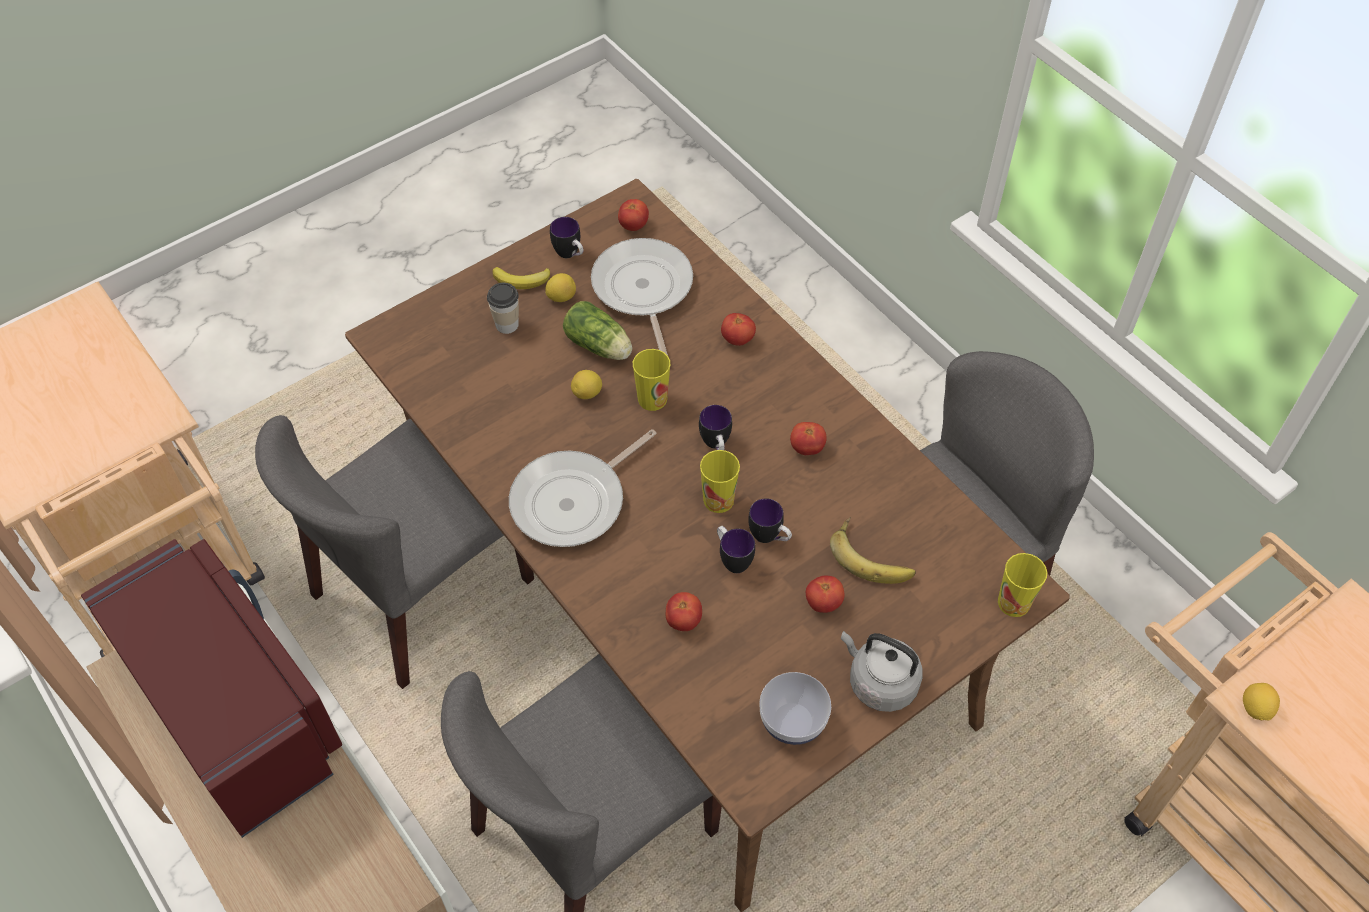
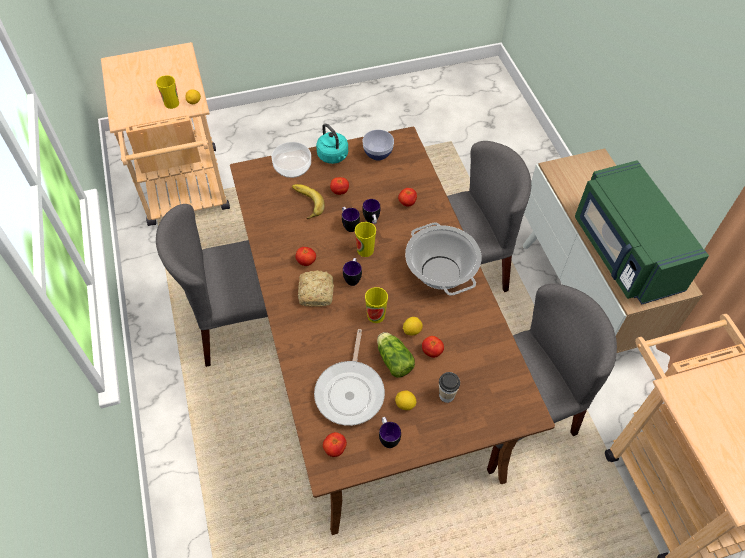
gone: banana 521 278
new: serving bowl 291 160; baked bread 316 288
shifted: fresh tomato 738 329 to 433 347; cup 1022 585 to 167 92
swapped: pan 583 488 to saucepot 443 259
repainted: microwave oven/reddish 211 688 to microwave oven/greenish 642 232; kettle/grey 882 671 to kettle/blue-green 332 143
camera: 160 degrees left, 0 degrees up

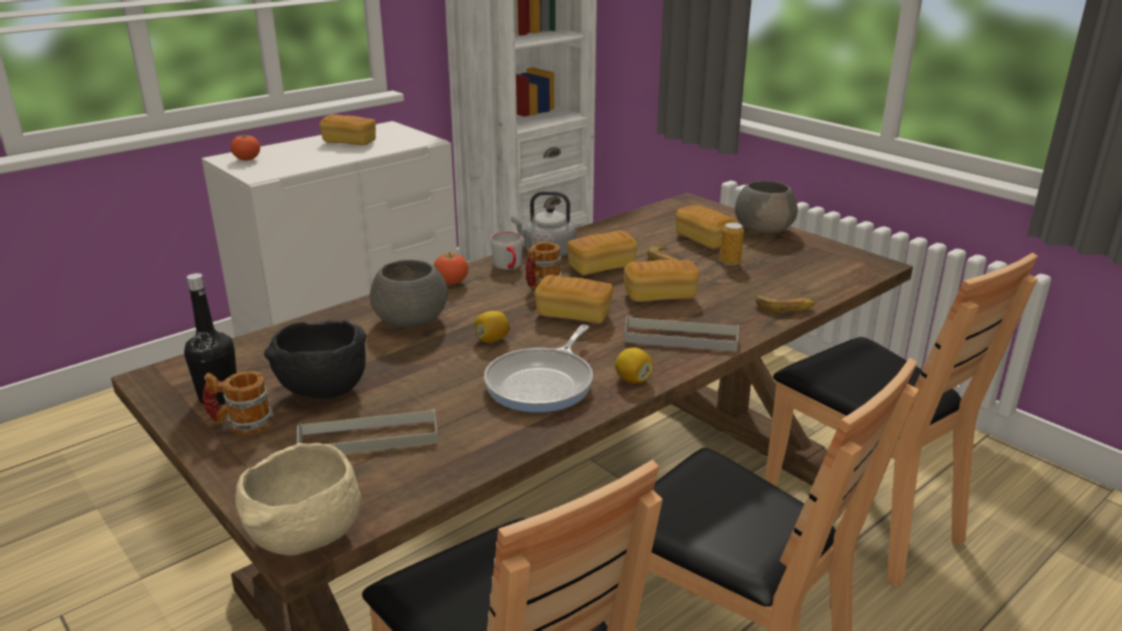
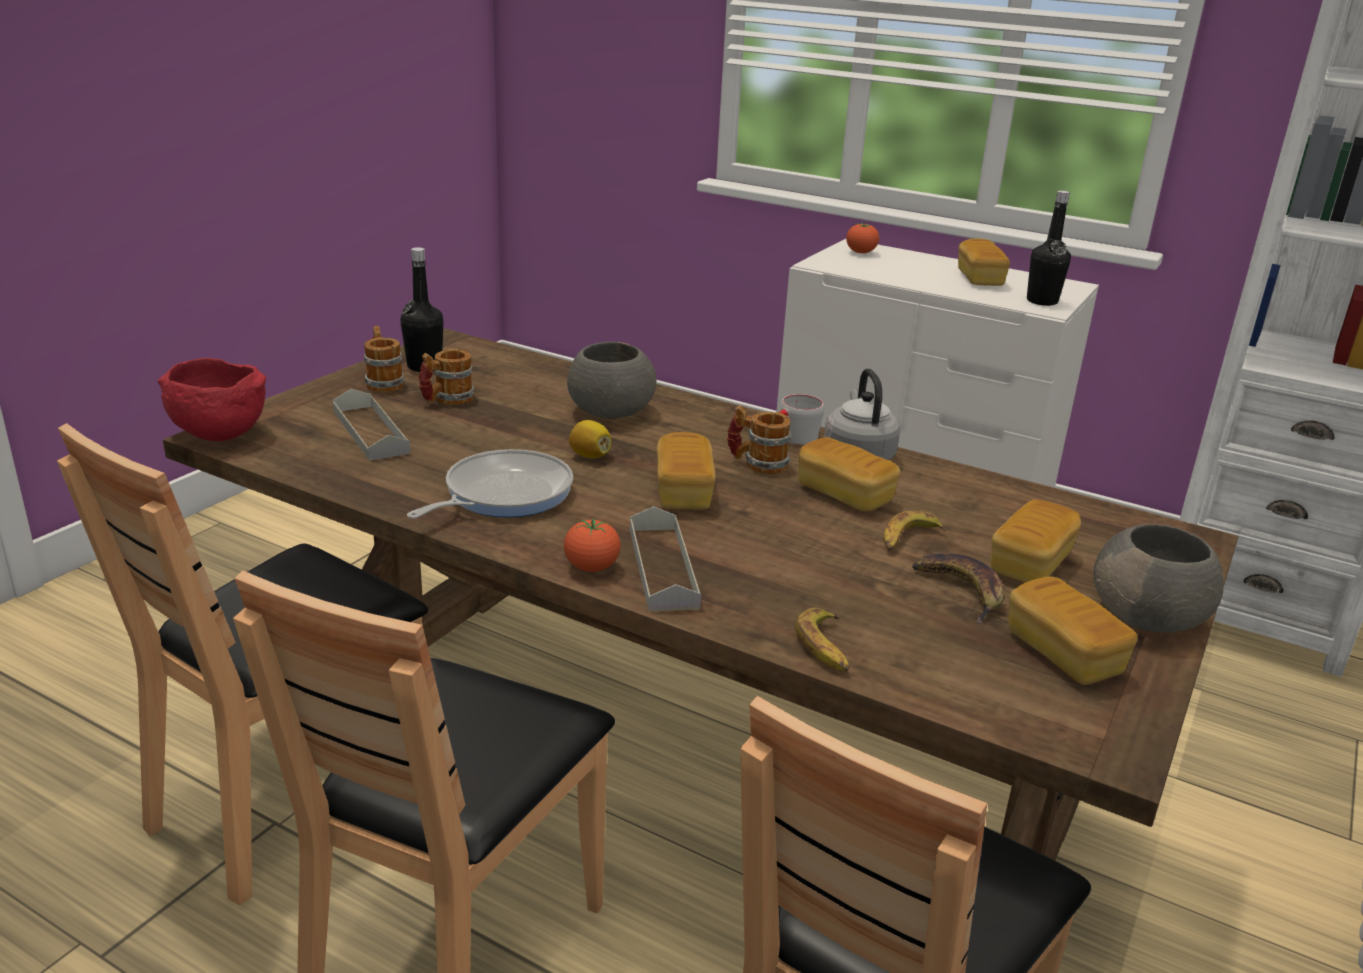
gone: lemon 634 366
new: bottle/black-coloured 1049 248
shifted: fresh tomato 451 268 to 592 545; baked bread 661 281 to 1072 631
swapped: sealed can 732 244 to banana 958 588; serving bowl/black-coloured 315 359 to coffee mug 446 377
repainted: serving bowl/beige 298 499 to serving bowl/reddish 212 399
rotated: pan 538 369 = 490 484 120 degrees clockwise
camera: 70 degrees right, 0 degrees up

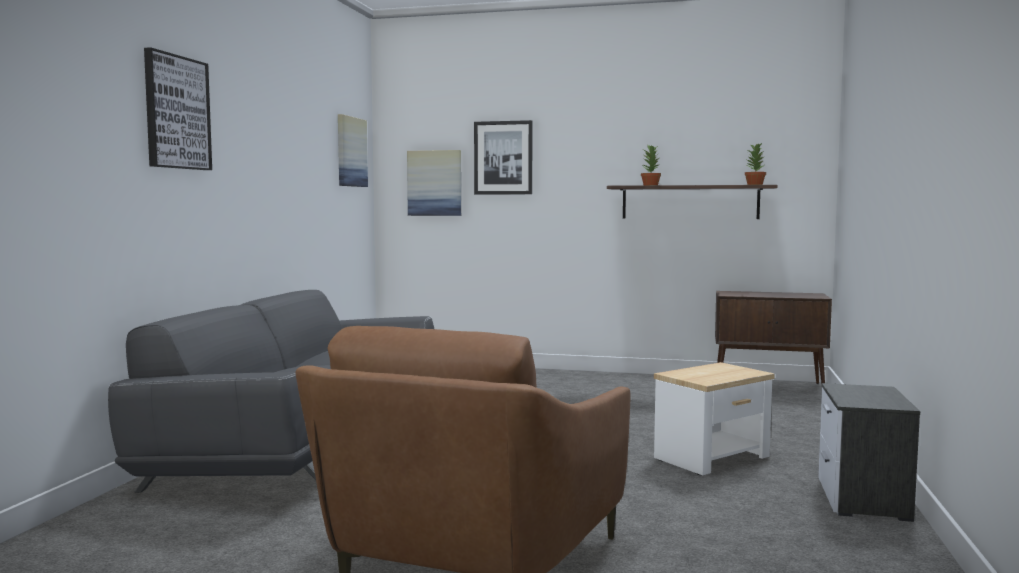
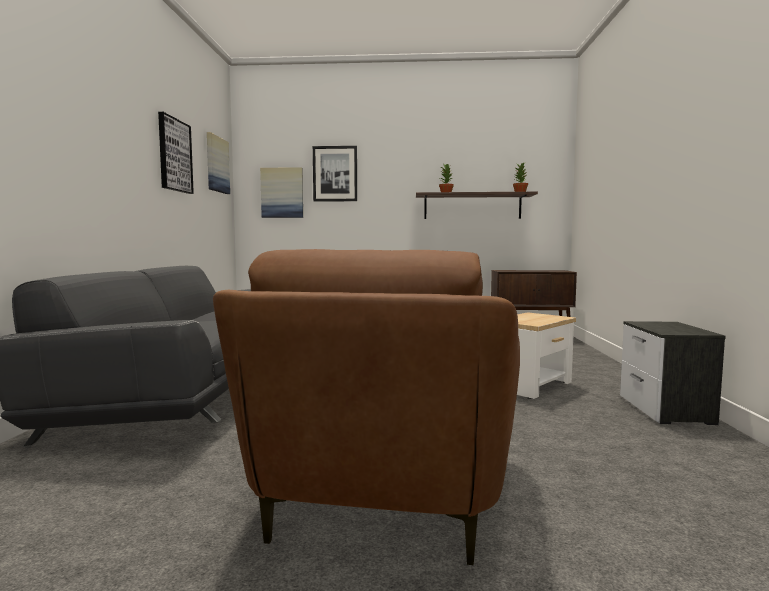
shifted: wall picture 178 108 to 176 153
camera: 10 degrees left, 0 degrees up

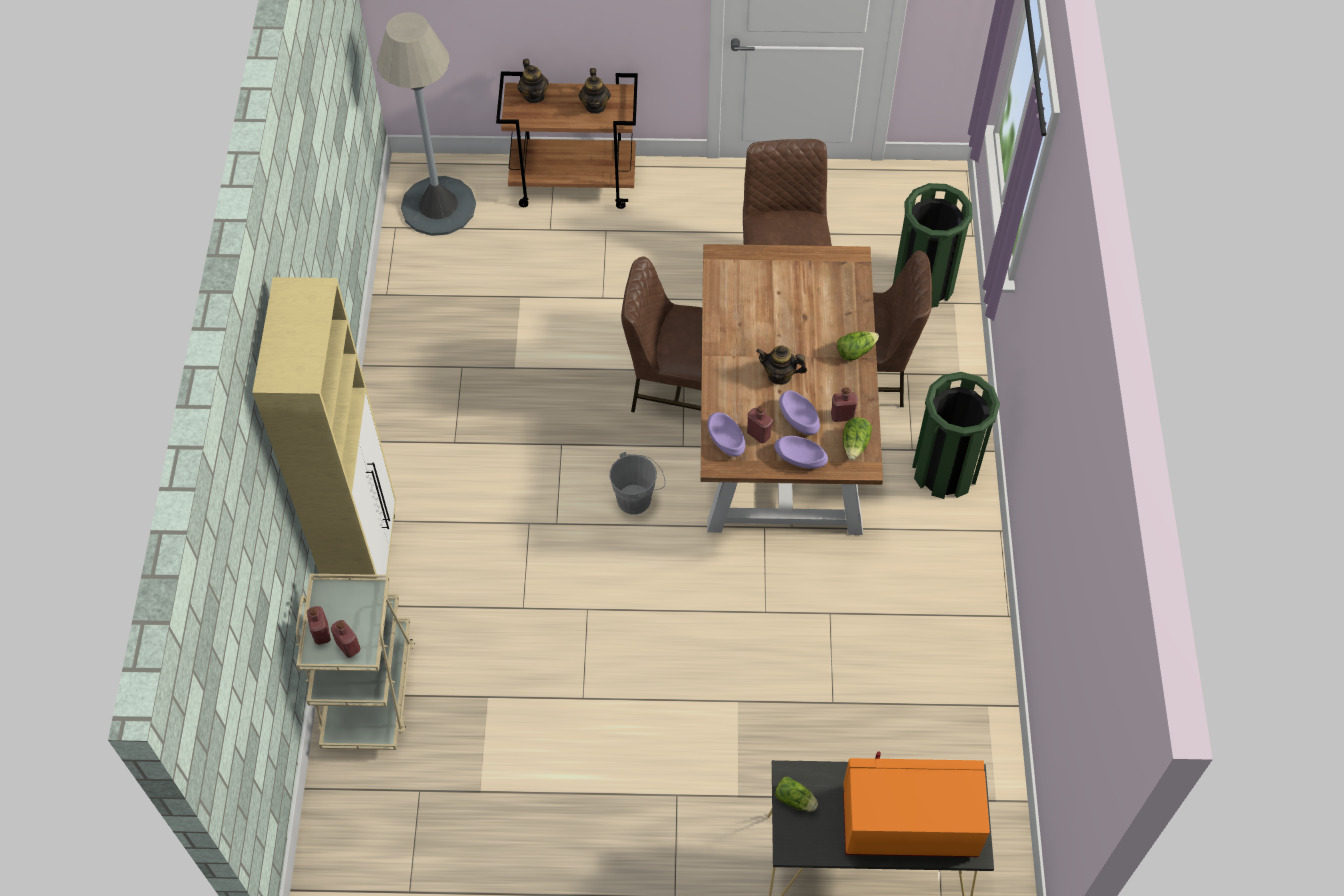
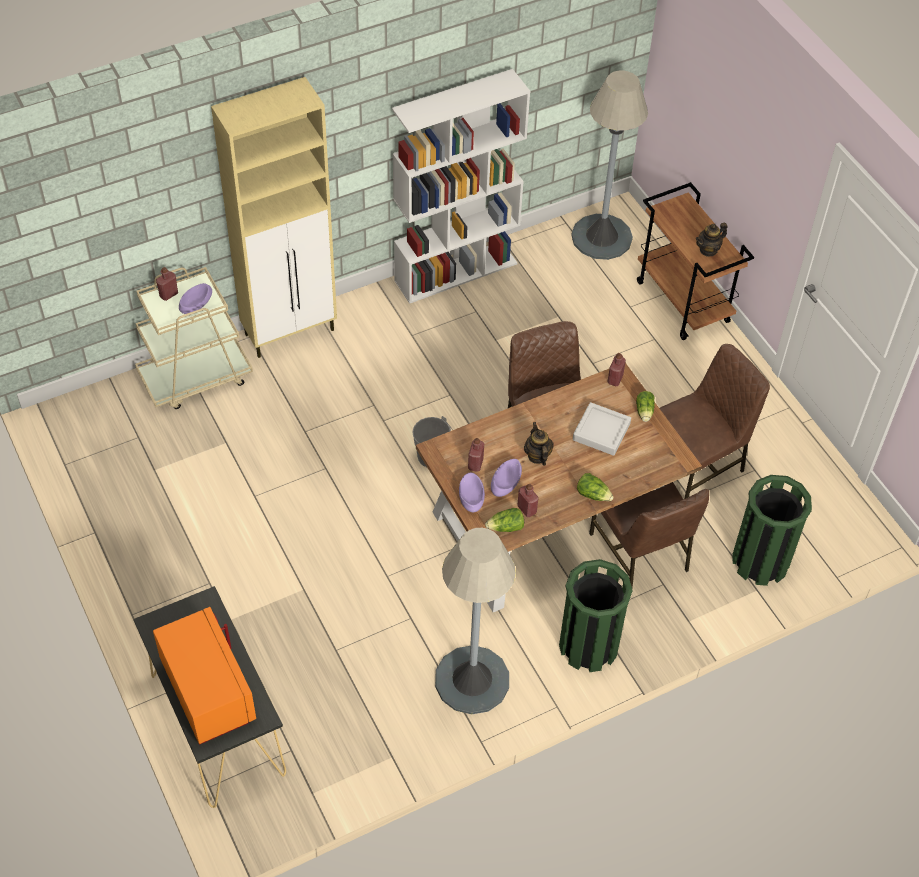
gone: teapot 533 81
new: bookshelf/white 461 186; tray/grey 602 429; floor lamp/grey 475 621
shifted: serving bowl/purple-coloured 726 434 to 195 298; bottle/reddish 346 639 to 616 369; lettuce head 796 794 to 645 406
camera: 60 degrees right, 5 degrees down

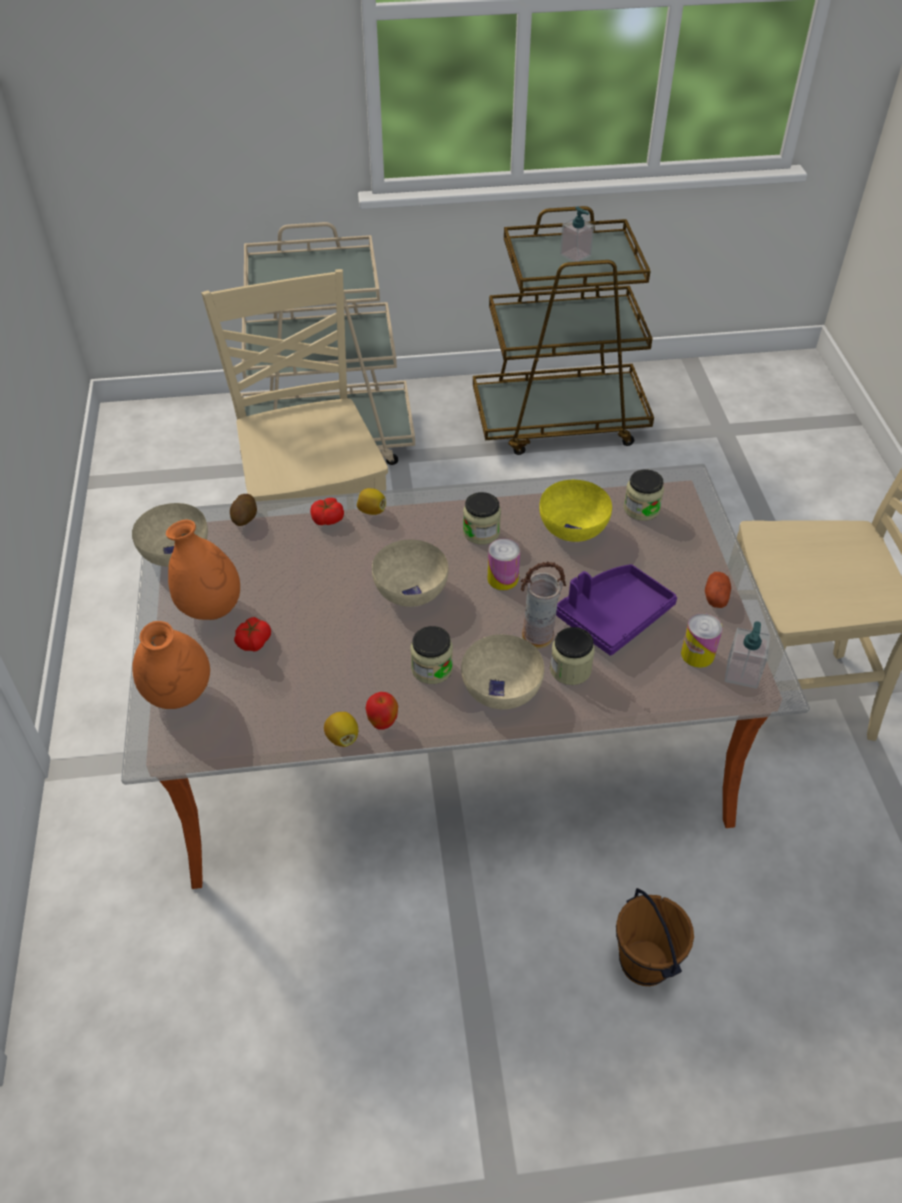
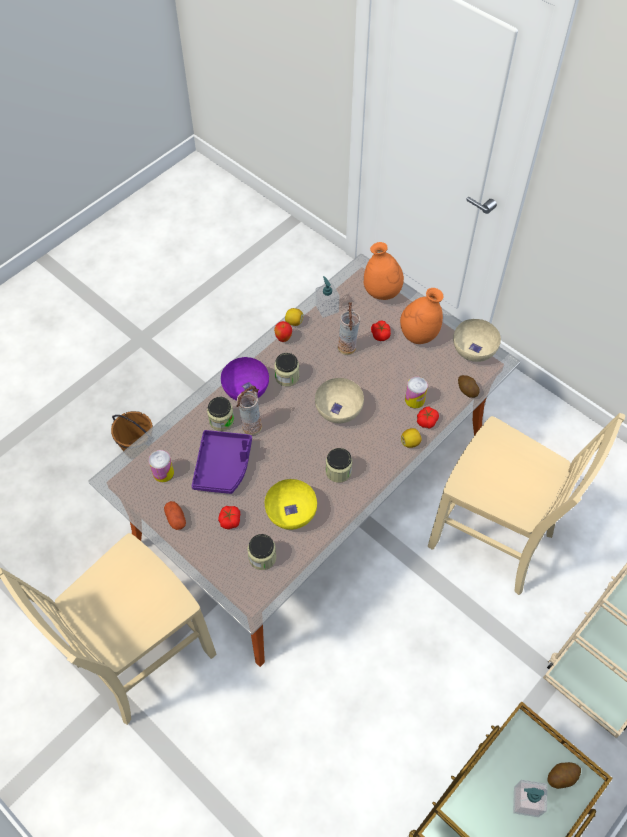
new: flower vase 348 328; fresh tomato 229 517; potato 564 775
shifted: sealed can 503 564 to 416 392; liquid soap bottle 747 655 to 327 297
repainted: serving bowl/beige 502 671 to serving bowl/purple-coloured 245 379
camera: 140 degrees right, 10 degrees up

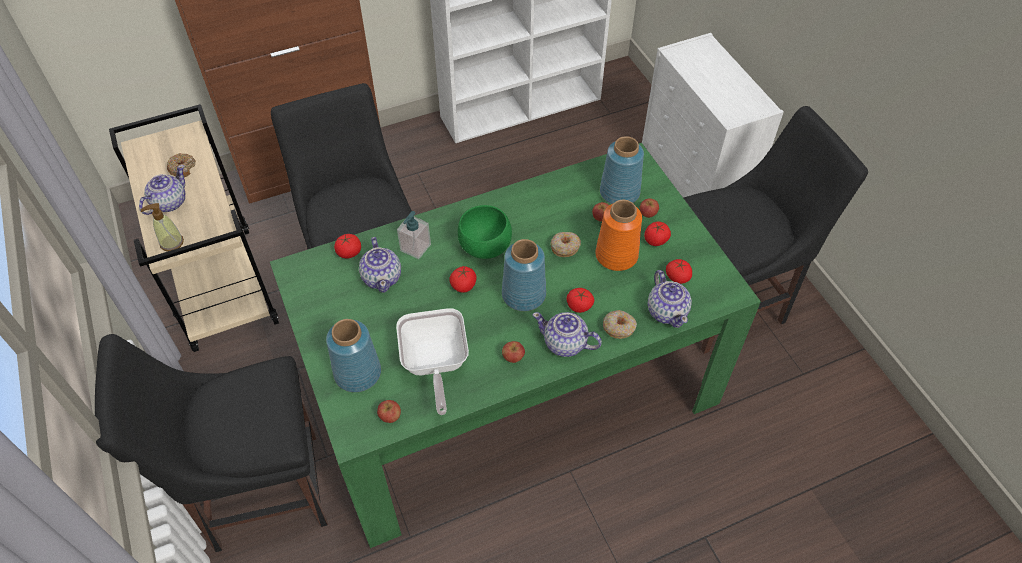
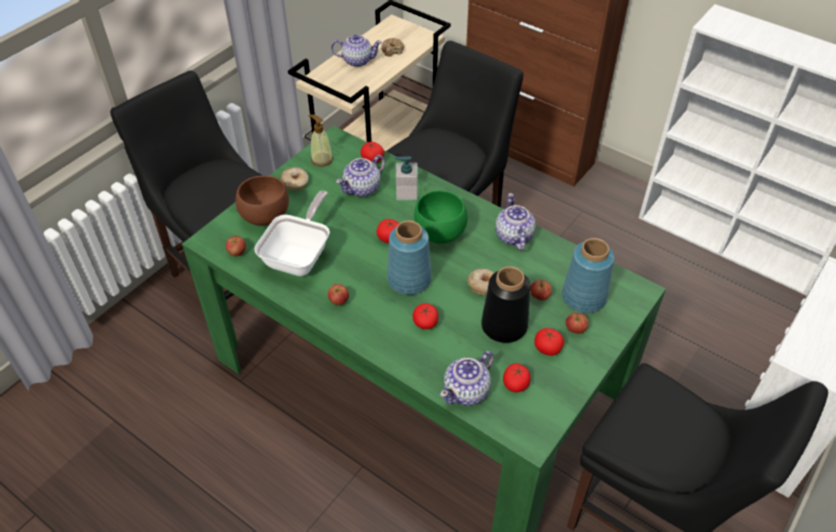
shifted: liquid soap bottle 162 227 to 320 140; ring doughnut 620 324 to 295 178; teapot 567 334 to 515 222
swapped: flower vase/bluish 353 355 to serving bowl/brown-coloured 262 201
repainted: flower vase/orange-coloured 618 235 to flower vase/black-coloured 506 304
rotated: pan 432 361 = 292 233 150 degrees clockwise
camera: 60 degrees right, 5 degrees down

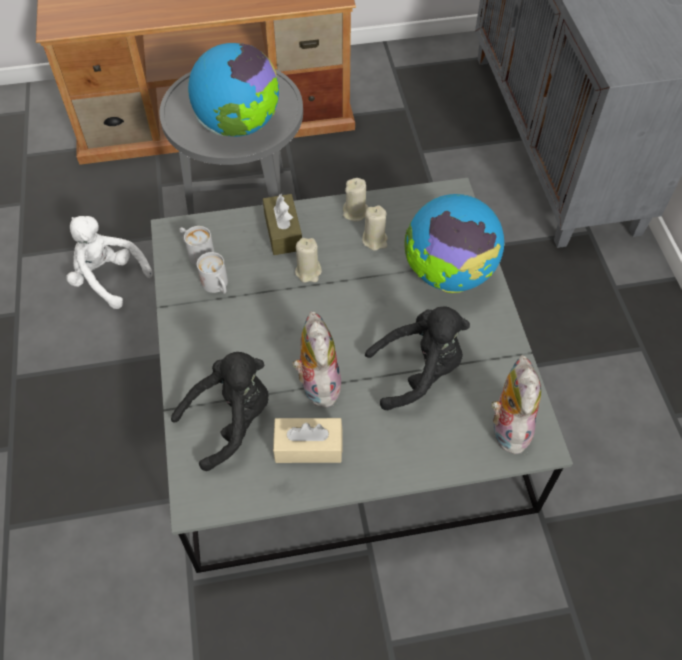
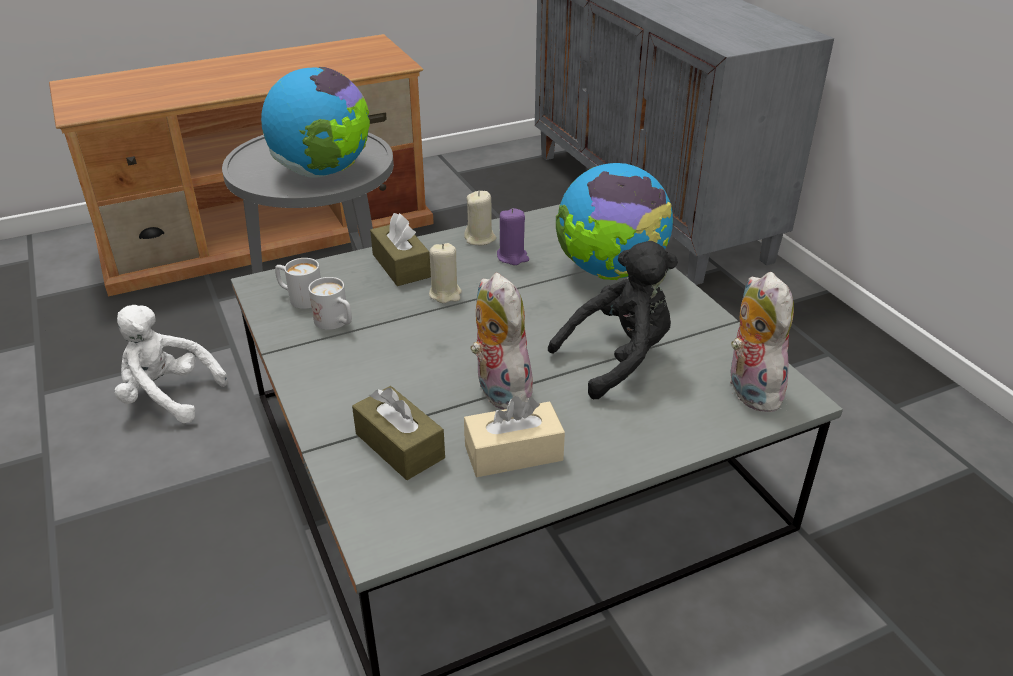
swapped: cuddly toy/black-coloured 220 411 to box of tissues/brown-coloured 398 433
repainted: candle/beige 375 228 to candle/purple-coloured 513 236
camera: 15 degrees left, 20 degrees down

